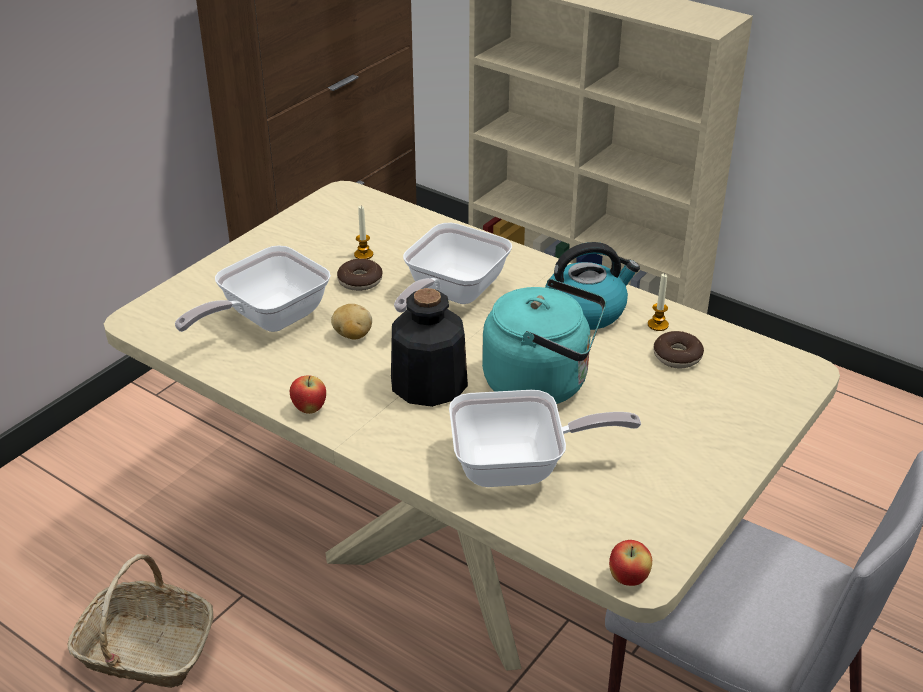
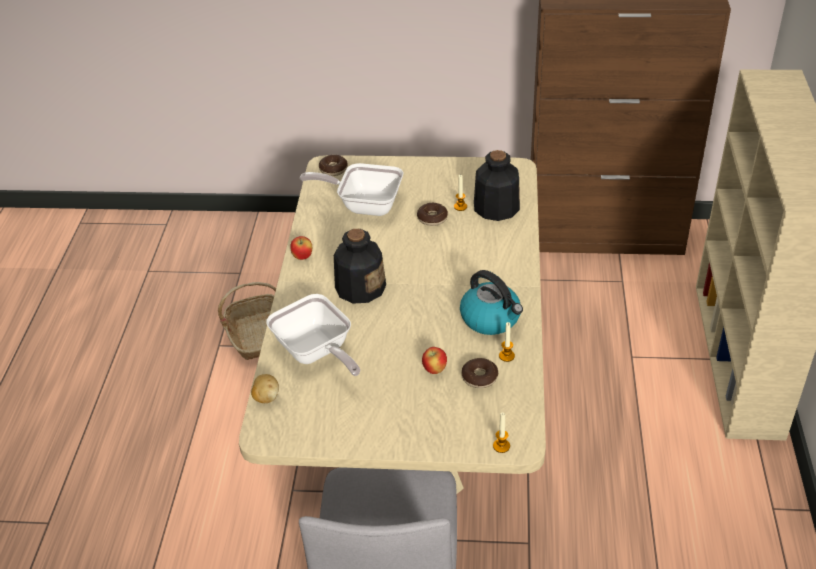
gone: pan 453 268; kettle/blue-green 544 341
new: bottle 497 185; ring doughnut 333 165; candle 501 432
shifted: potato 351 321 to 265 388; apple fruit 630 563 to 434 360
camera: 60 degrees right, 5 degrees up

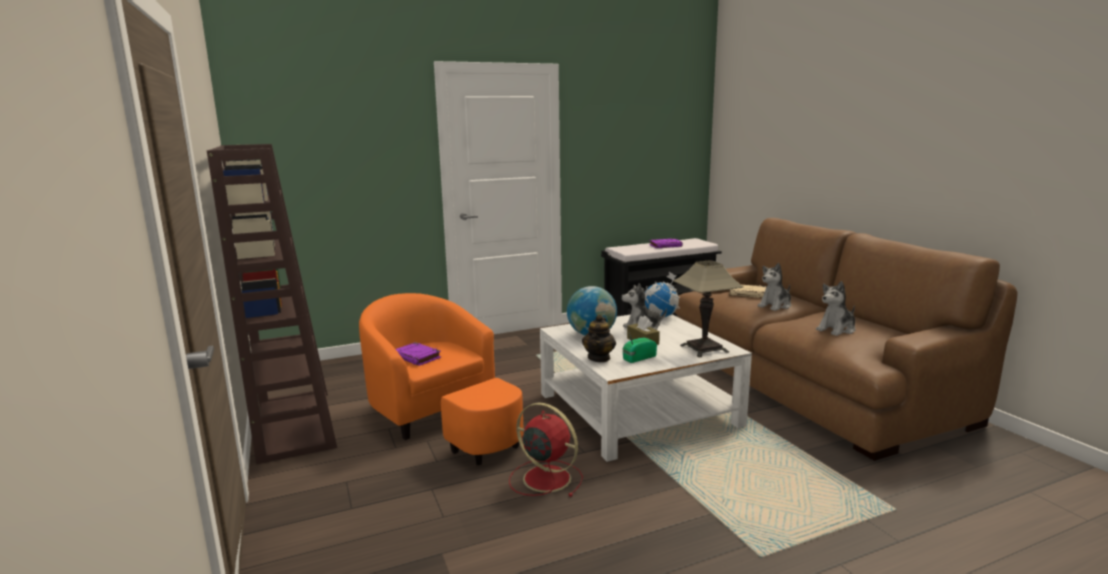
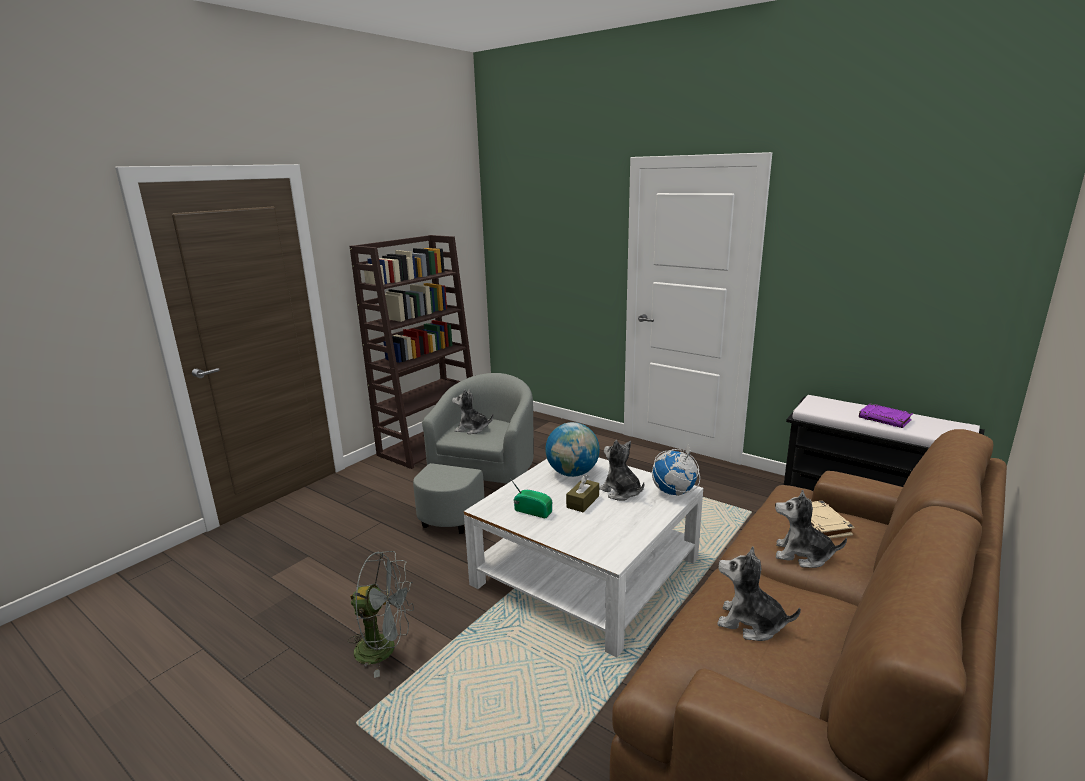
gone: tabletop lamp 708 308; teapot 599 338; electric fan/reddish 546 450
new: electric fan/grey 381 614
swapped: book/purple-coloured 418 354 to cuddly toy 472 411
repainted: easy chair/orange-coloured 441 379 to easy chair/grey 473 453
camera: 60 degrees right, 5 degrees up

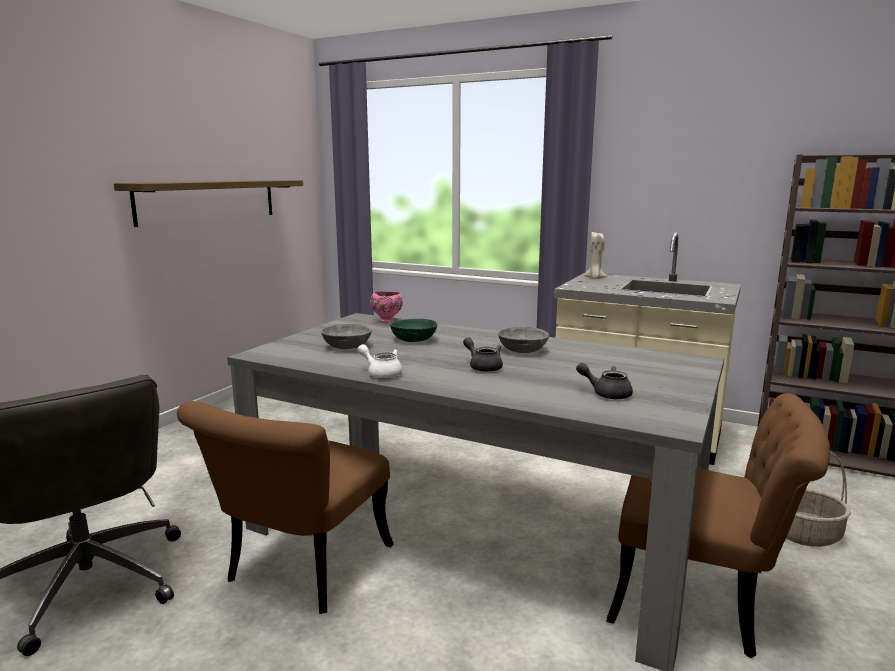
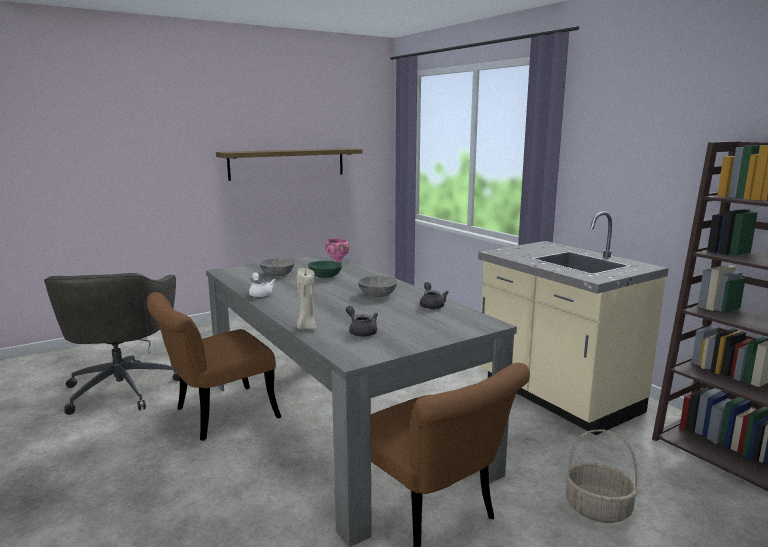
shifted: candle/beige 595 255 to 306 299; teapot/grey 483 354 to 434 295
camera: 30 degrees right, 0 degrees up

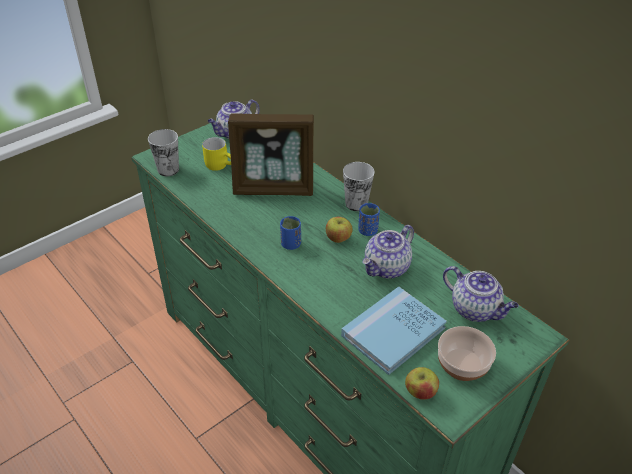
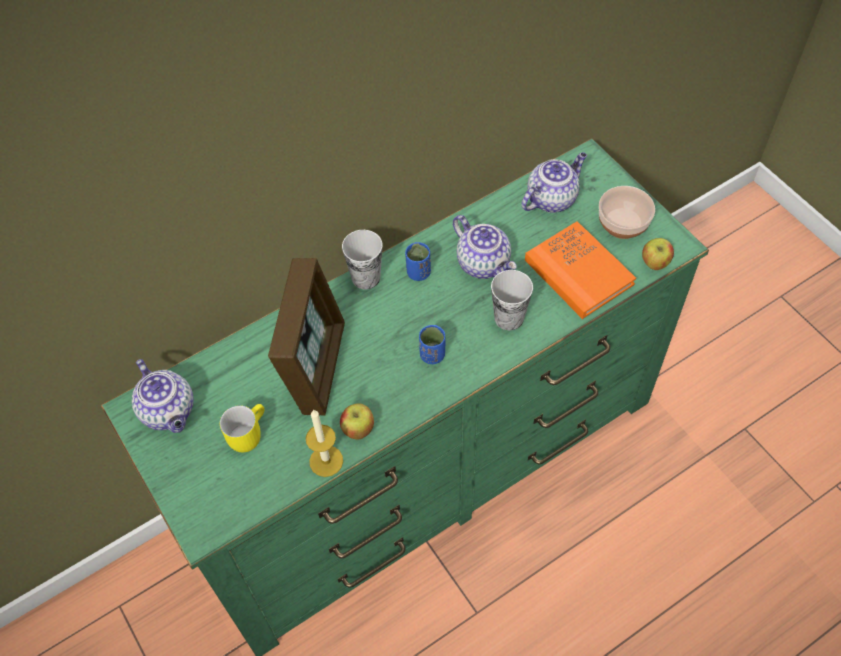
new: candle 324 443
shifted: cup 163 152 to 512 300; apple fruit 339 230 to 357 421
repainted: book/bluish 394 331 to book/orange-coloured 580 270
camera: 80 degrees left, 15 degrees up

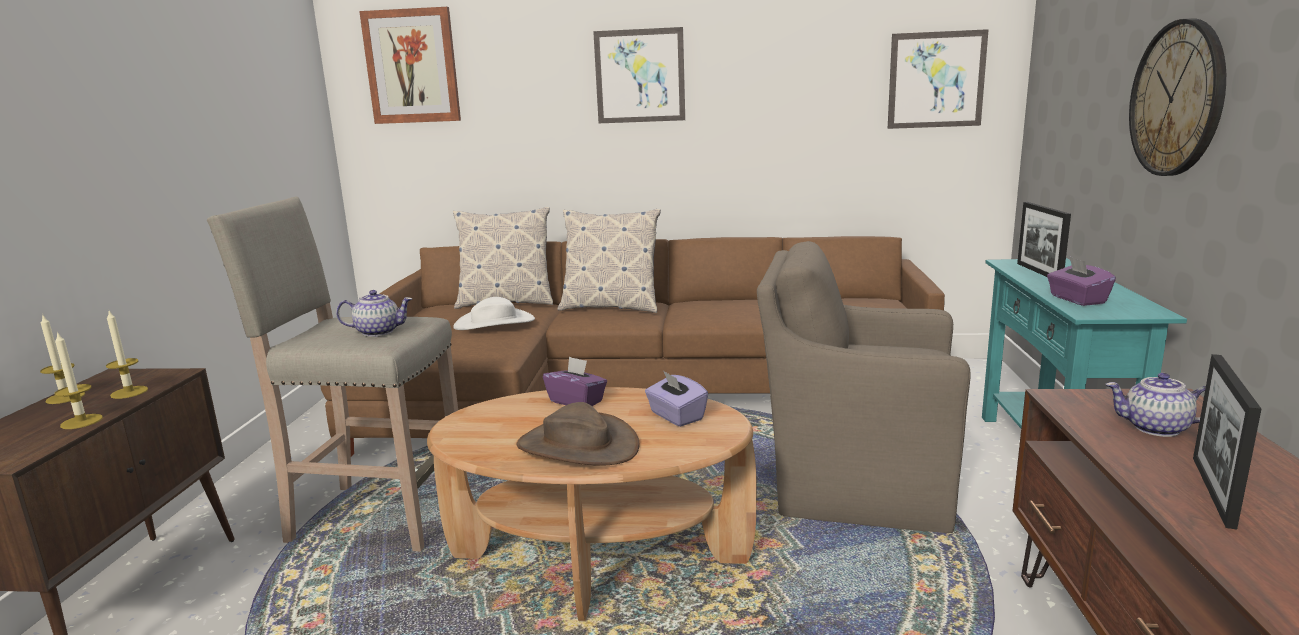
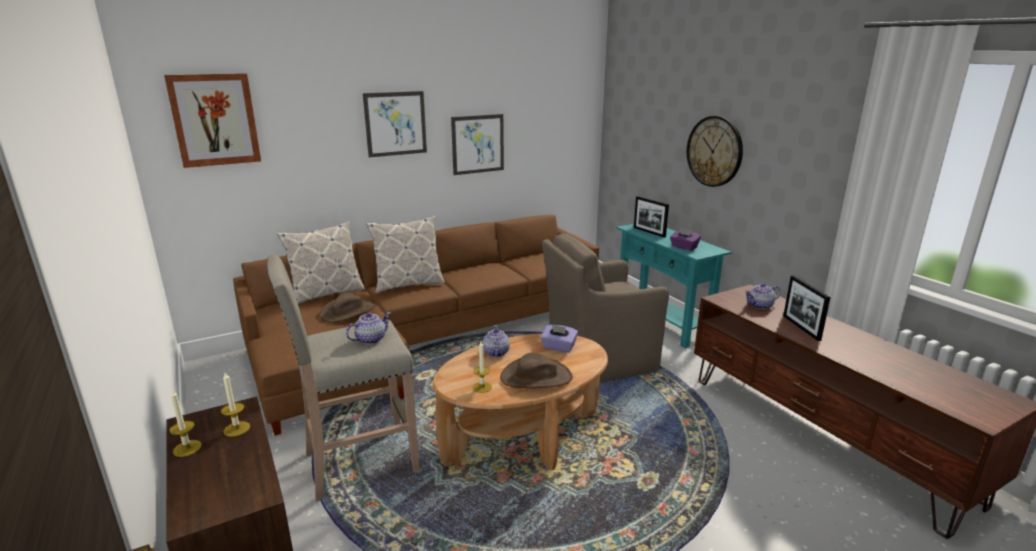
shifted: wall picture 938 79 to 477 144; candle 79 380 to 482 367
swapped: box of tissues/purple-coloured 575 381 to teapot 496 341
repainted: clothing hat/white 494 313 to clothing hat/brown-coloured 348 308
camera: 35 degrees left, 5 degrees up

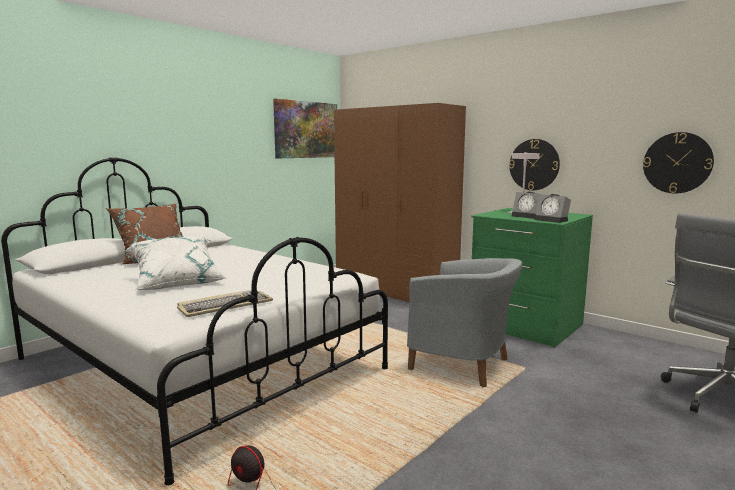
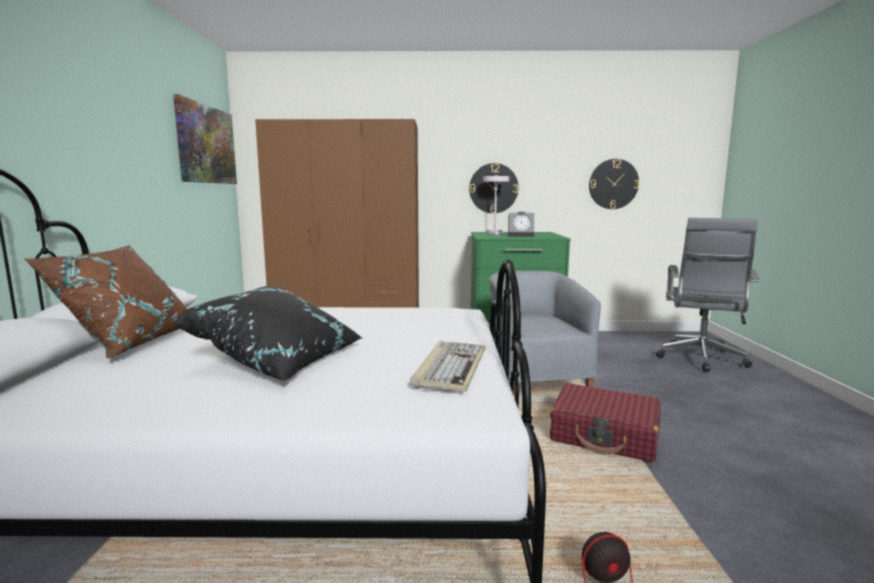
gone: table clock 552 208
new: travel case/reddish 605 423
repainted: cushion/white 175 263 to cushion/black-coloured 267 334
rotated: easy chair/grey 464 322 = 545 334 90 degrees counterclockwise
camera: 40 degrees left, 0 degrees up

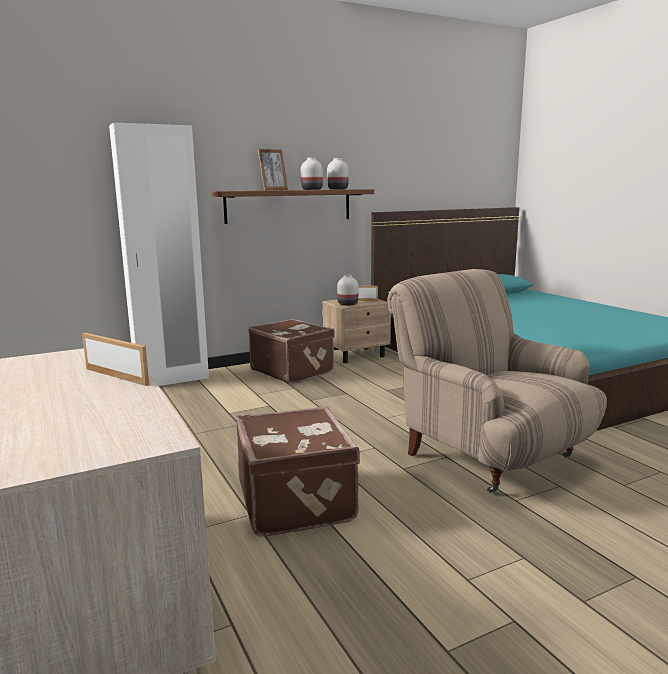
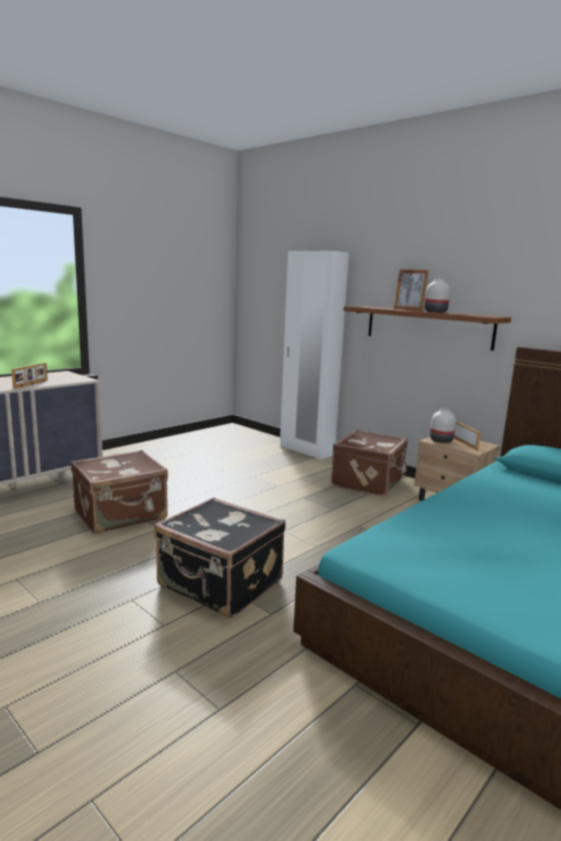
gone: flower vase/white 337 174
swapped: easy chair/beige 497 381 to travel case/black-coloured 220 557
camera: 70 degrees right, 0 degrees up

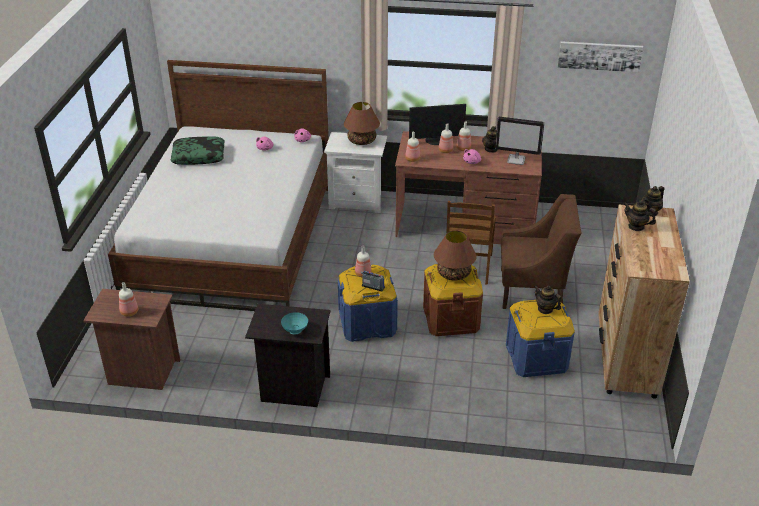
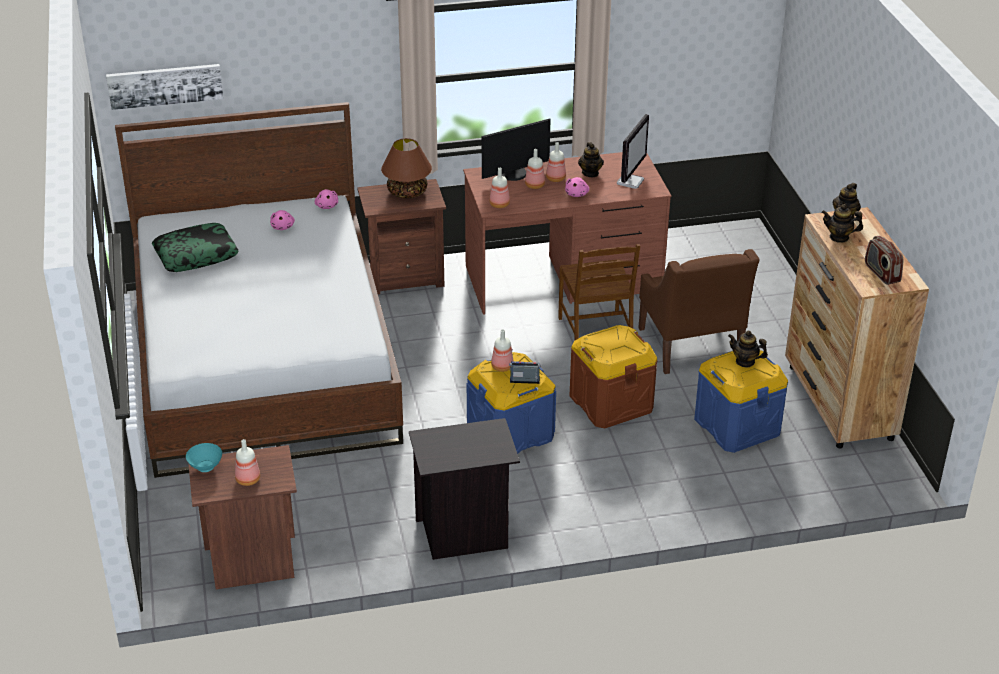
gone: tabletop lamp/brown-coloured 455 255
new: radio set 884 260
shifted: wall picture 600 56 to 164 87; serving bowl/blue-green 294 323 to 204 457
repainted: nightstand/white 355 172 to nightstand/brown-coloured 401 236
rotated: computer display 519 141 = 633 151 60 degrees counterclockwise; easy chair/brown-coloured 541 251 = 699 311 90 degrees clockwise
camera: 20 degrees left, 0 degrees up

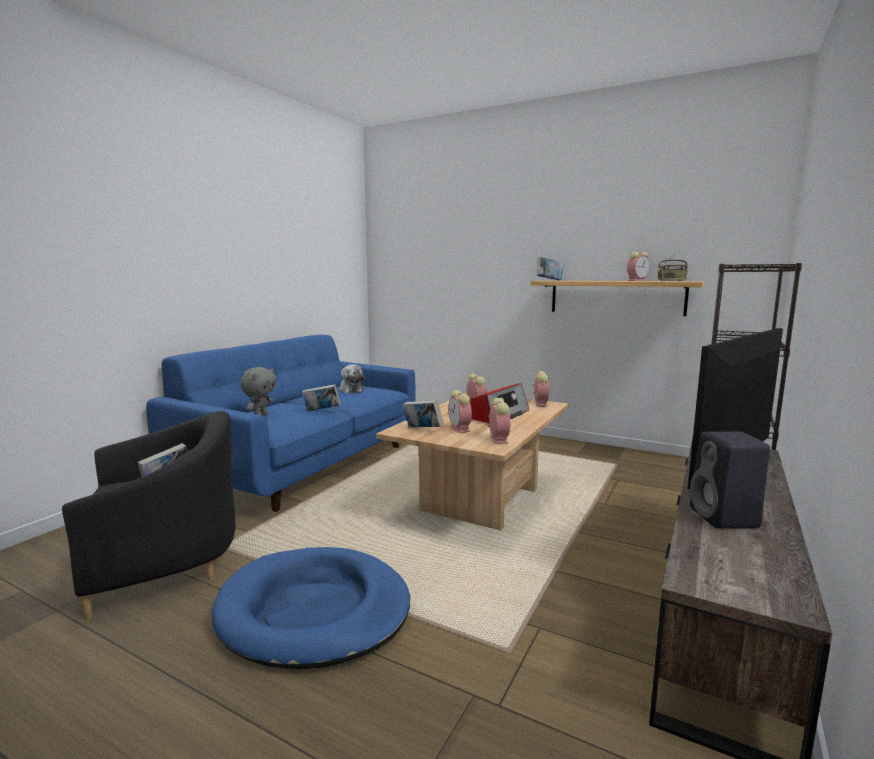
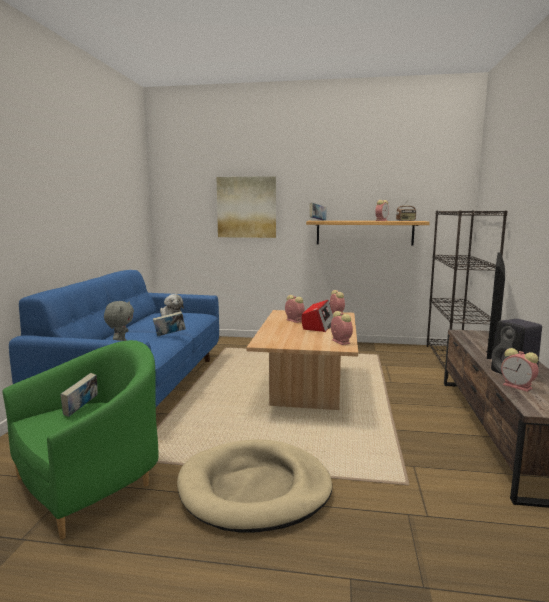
gone: book 423 413
new: wall picture 246 207
shifted: table clock 460 411 to 520 370
repainted: easy chair/black-coloured 149 515 to easy chair/greenish 81 439; dog cushion/bluish 311 608 to dog cushion/beige 254 486
camera: 20 degrees left, 0 degrees up

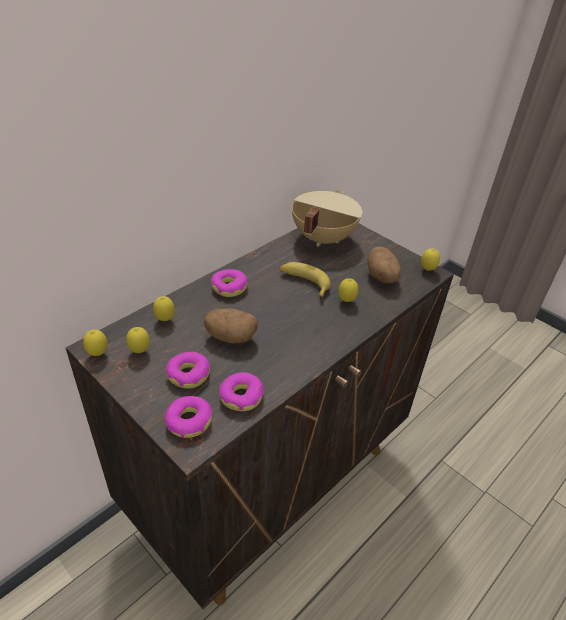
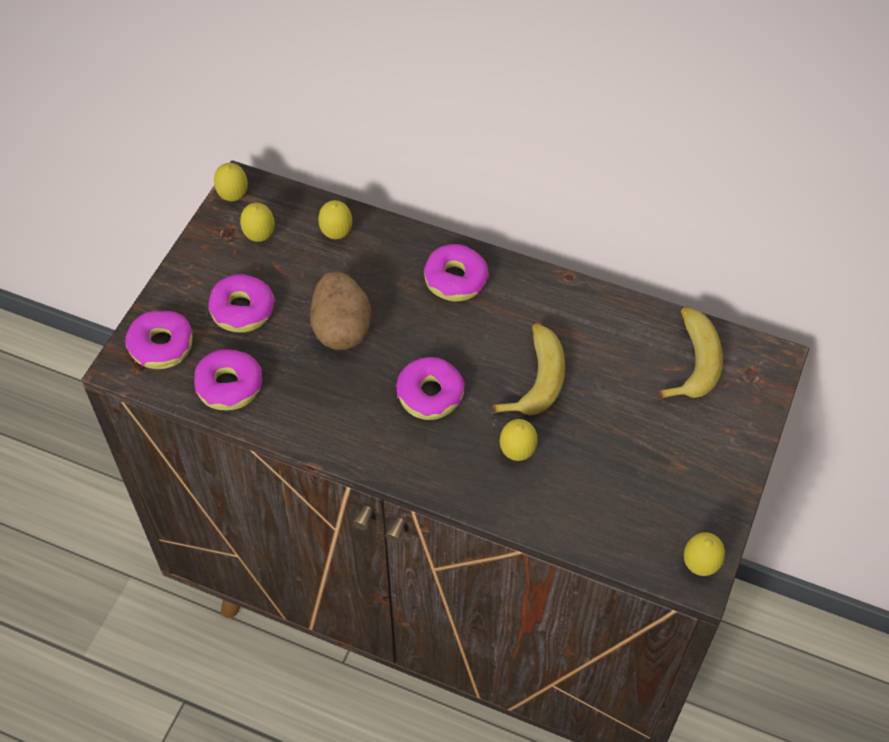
gone: potato 384 265
new: ring doughnut 431 388
swapped: saucepot/beige 327 218 to banana 690 353
camera: 70 degrees right, 15 degrees up

